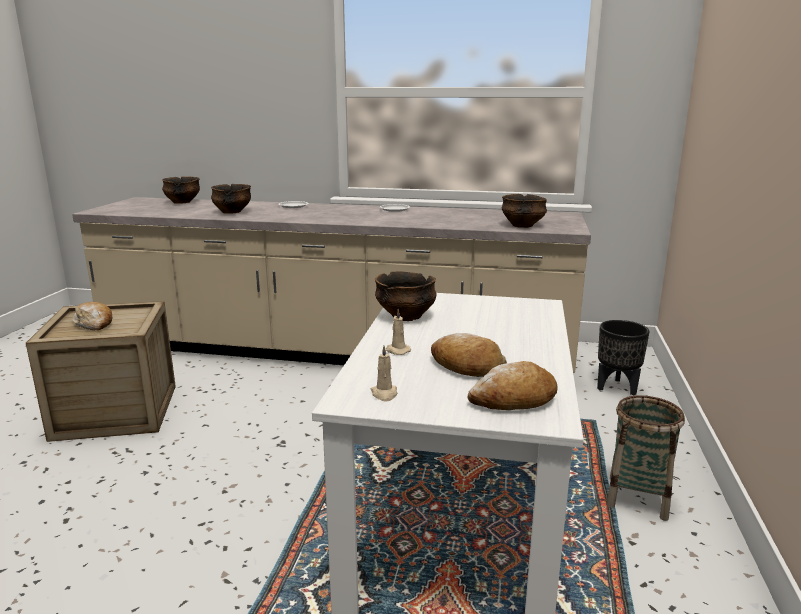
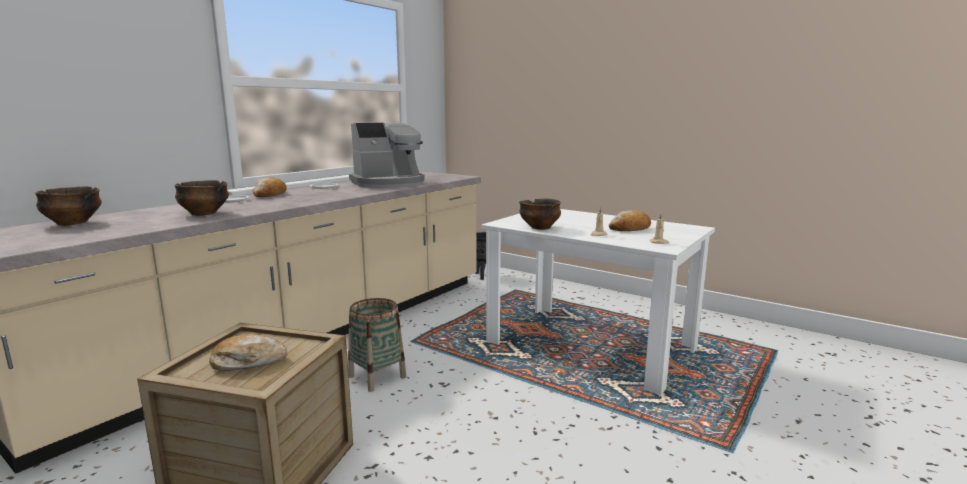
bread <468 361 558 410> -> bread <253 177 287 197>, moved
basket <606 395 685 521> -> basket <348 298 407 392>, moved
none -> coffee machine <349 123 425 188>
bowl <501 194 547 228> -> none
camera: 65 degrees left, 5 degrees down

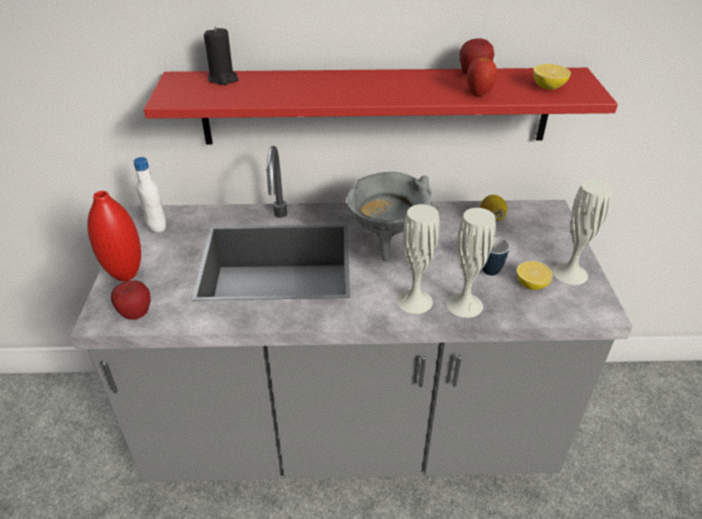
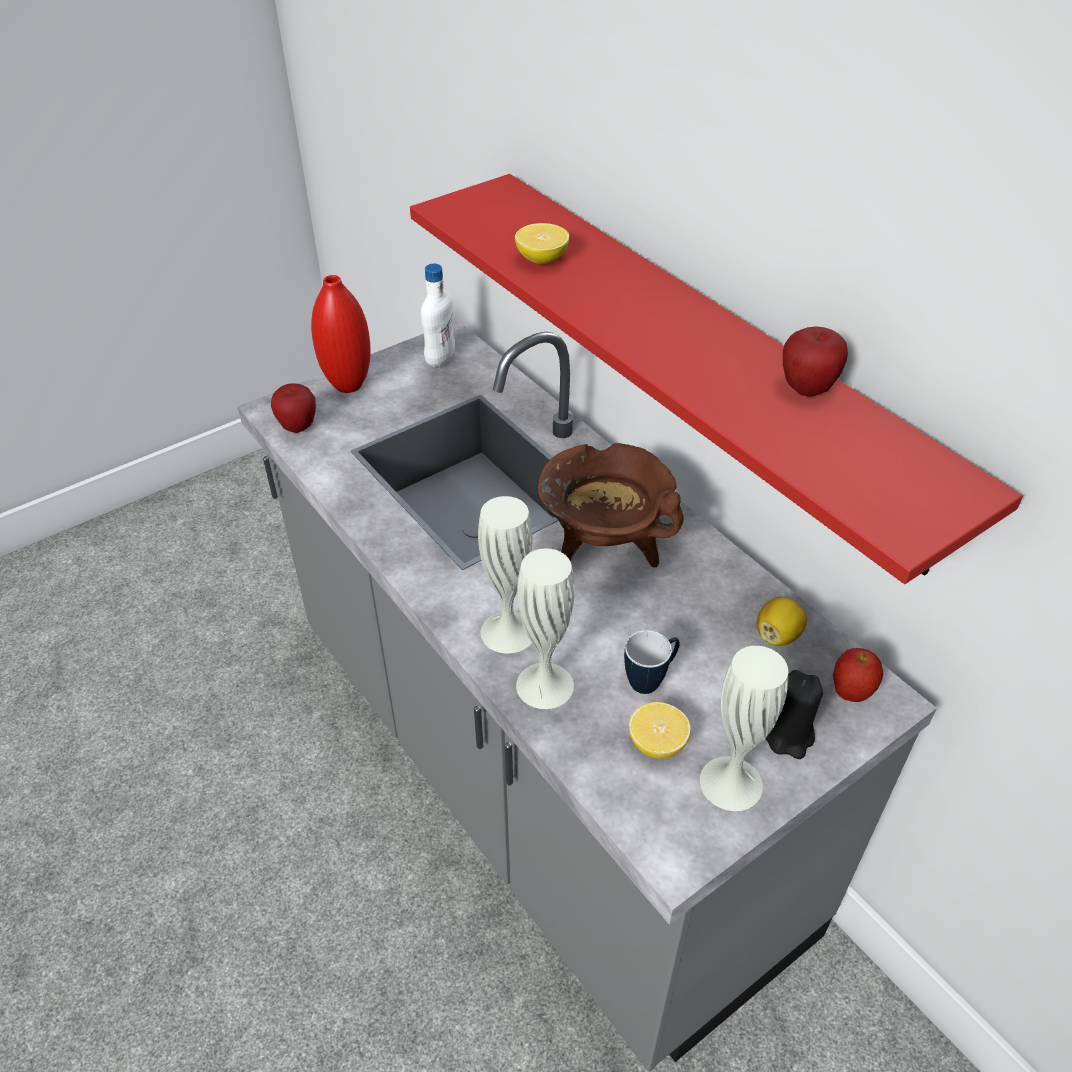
lemon <533 64 571 90> -> lemon <515 223 569 264>, moved
cooking pot in grey <347 172 432 261> -> cooking pot in brown <538 443 684 568>
candle in black <204 26 238 85> -> candle in black <766 670 823 759>, moved
apple <467 55 497 97> -> apple <833 648 883 702>, moved
camera: 55 degrees right, 5 degrees up

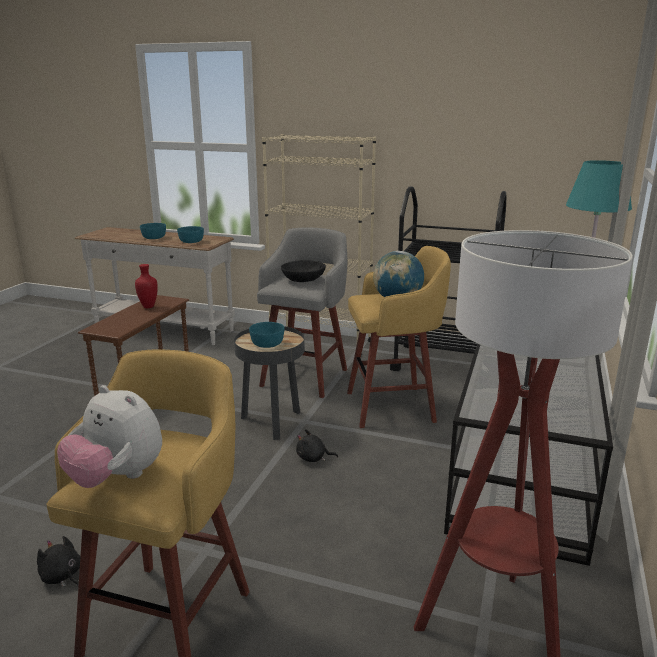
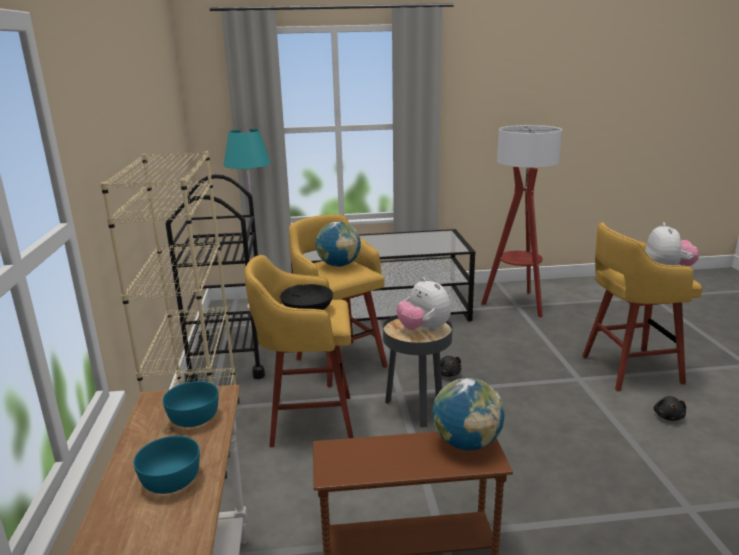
stool in grey <257 227 347 398> -> stool in yellow <245 255 354 447>
bowl in turquoise <249 322 285 348> -> plush toy <397 277 451 331>
none -> globe <433 378 504 451>
vase in red <135 264 158 308> -> none
camera: 115 degrees left, 0 degrees up

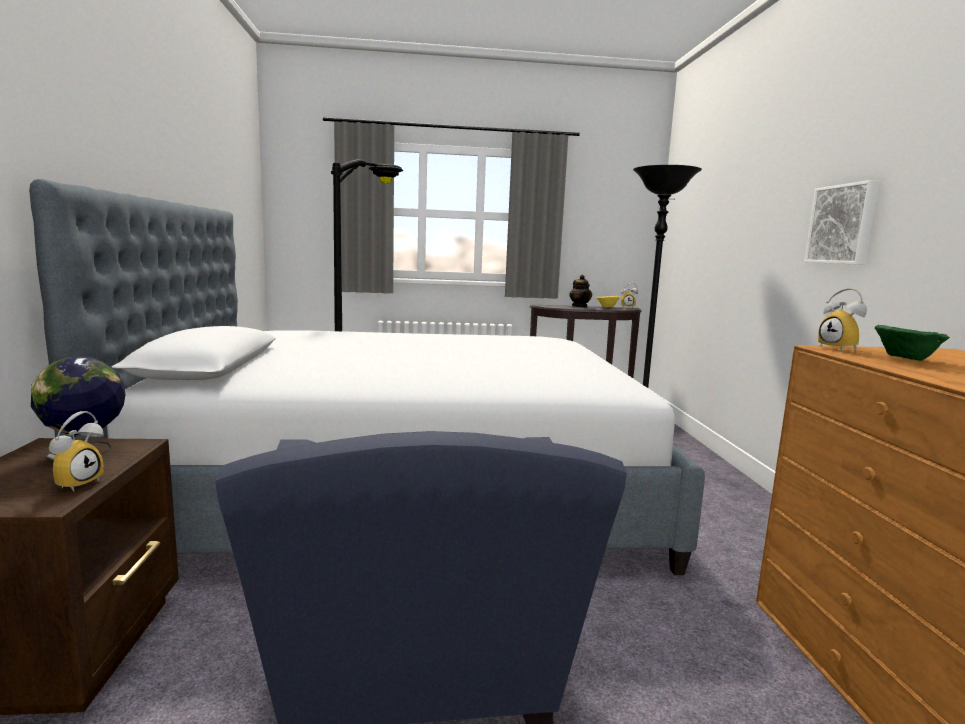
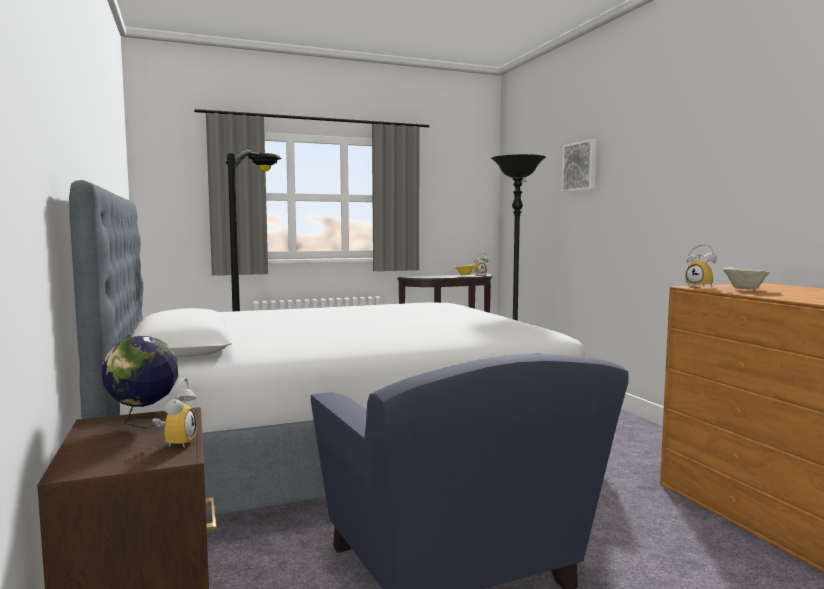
picture <804 180 879 265> -> picture <561 139 596 192>, moved
bowl in green <875 325 950 361> -> bowl in beige <723 267 770 290>
teapot <569 275 592 307> -> none
camera: 15 degrees left, 5 degrees down

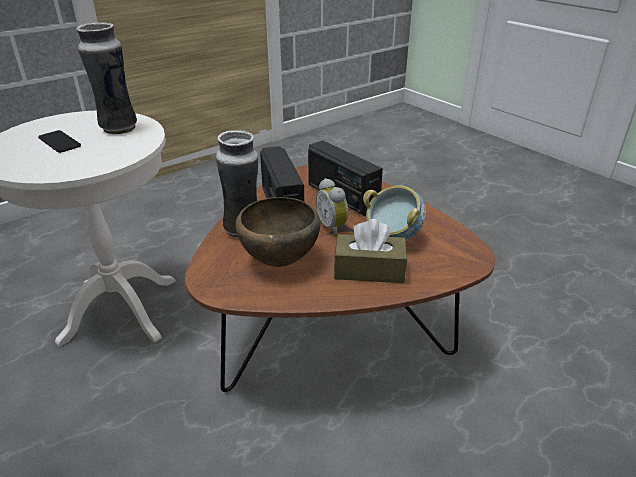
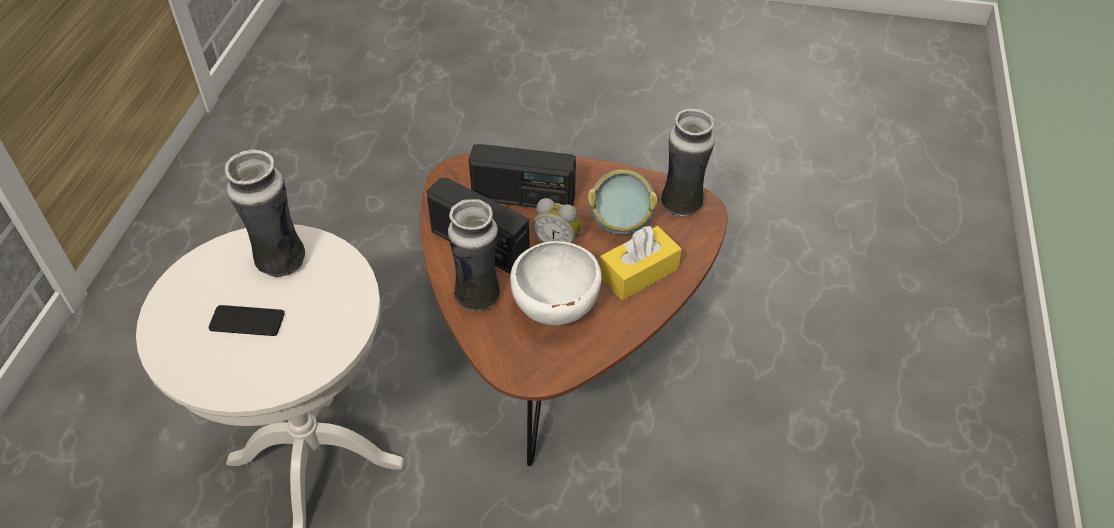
bowl in brown <236 197 320 267> -> bowl in white <510 241 602 325>
tissue box in brown <334 219 407 283> -> tissue box in yellow <600 225 682 300>
none -> vase <661 108 715 217>
camera: 40 degrees left, 15 degrees up

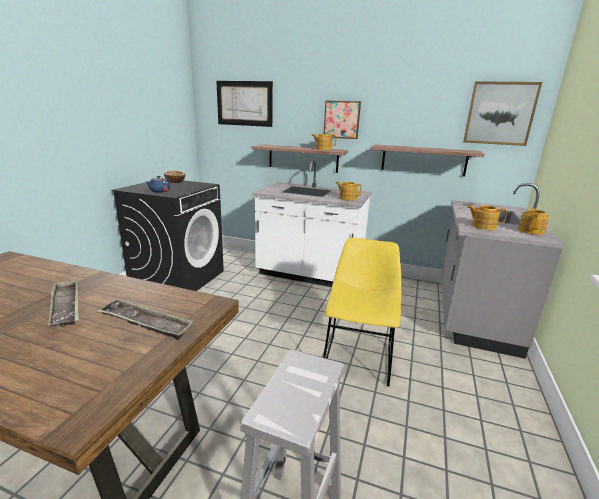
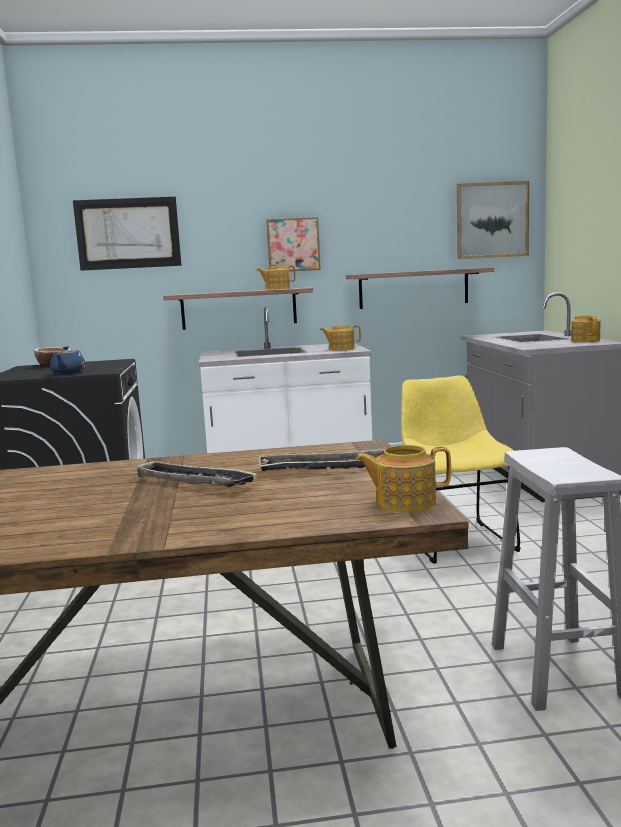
teapot <467 205 507 230> -> teapot <355 445 451 512>, moved
camera: 25 degrees left, 10 degrees down

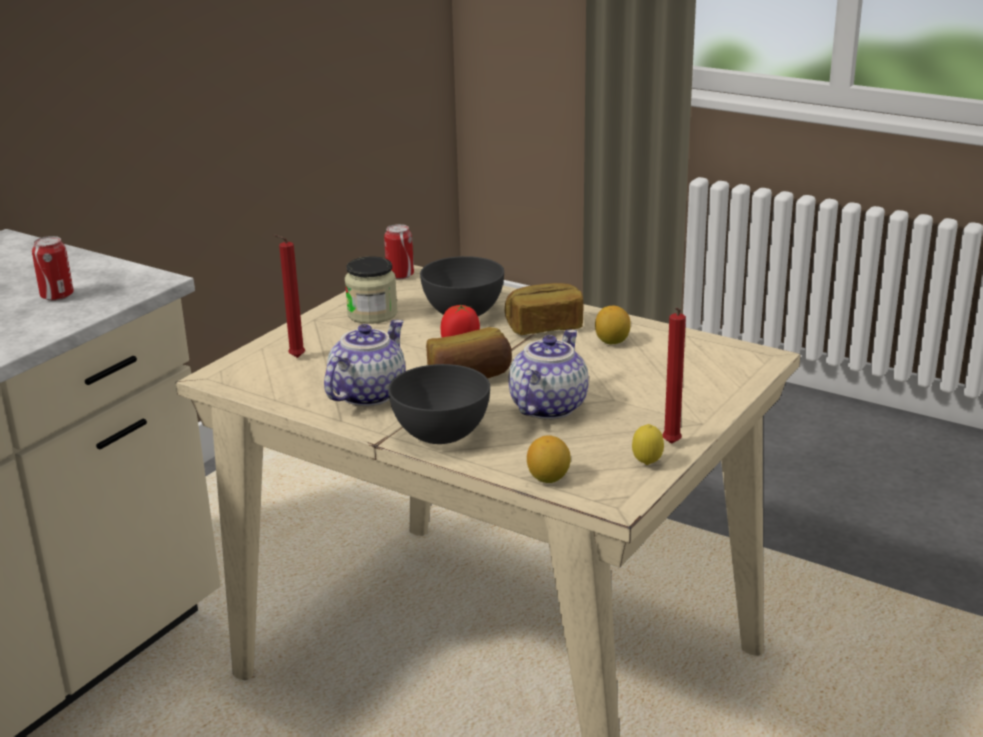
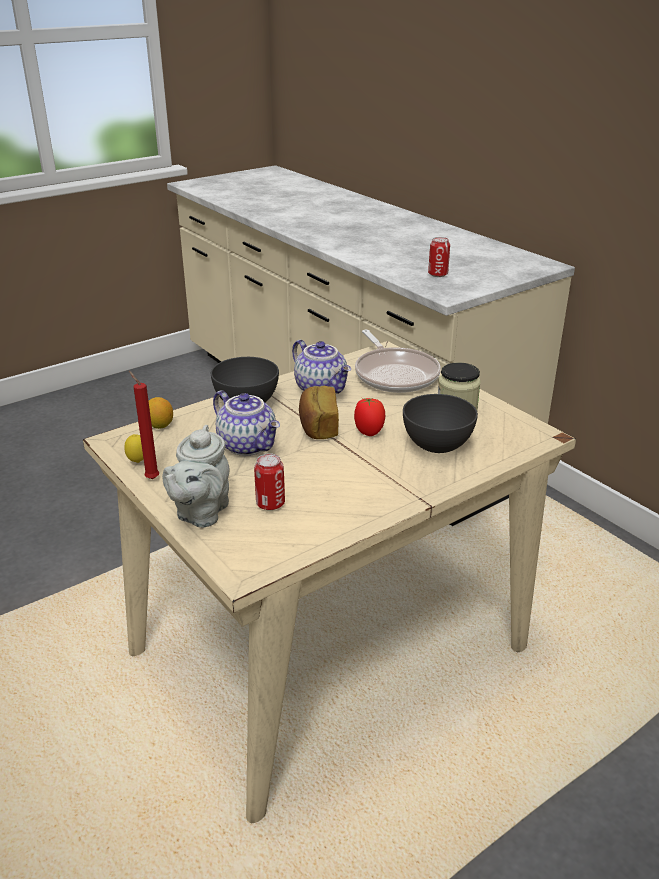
none -> teapot in grey <162 425 229 528>
can <384 224 414 279> -> can <254 453 285 510>, moved
candle in red <273 234 305 358> -> frying pan <355 330 441 393>
bread <505 283 584 335> -> none
lemon <595 306 631 345> -> none
camera: 110 degrees right, 5 degrees up

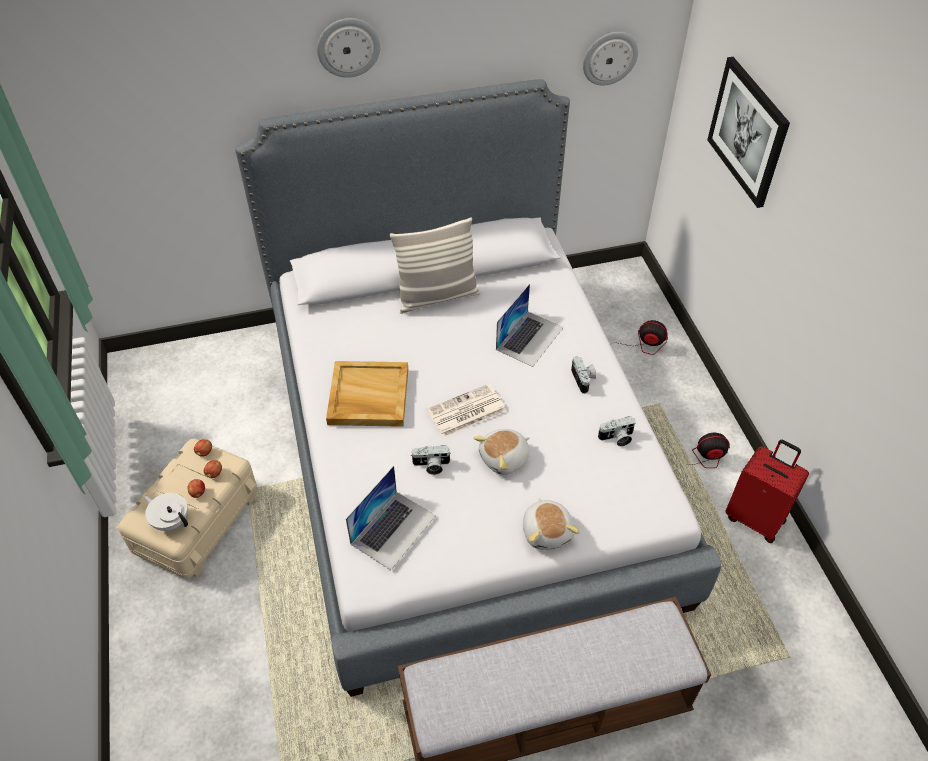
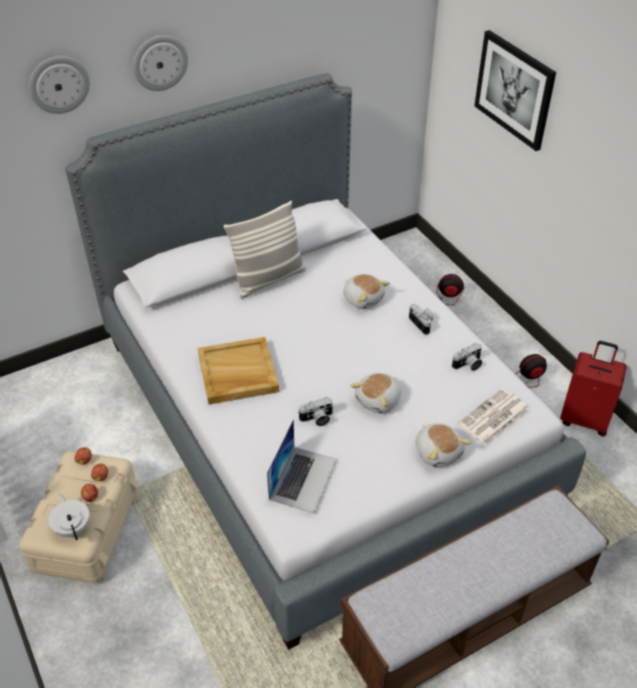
wall clock <583 32 638 85> -> wall clock <29 56 90 114>, moved
teapot in white <143 493 188 531> -> teapot in white <48 493 90 540>, 45 degrees clockwise
laptop <496 284 564 367> -> plush toy <343 274 390 309>
newspaper <427 384 506 437> -> newspaper <458 388 529 446>, moved
camera: 15 degrees left, 5 degrees down

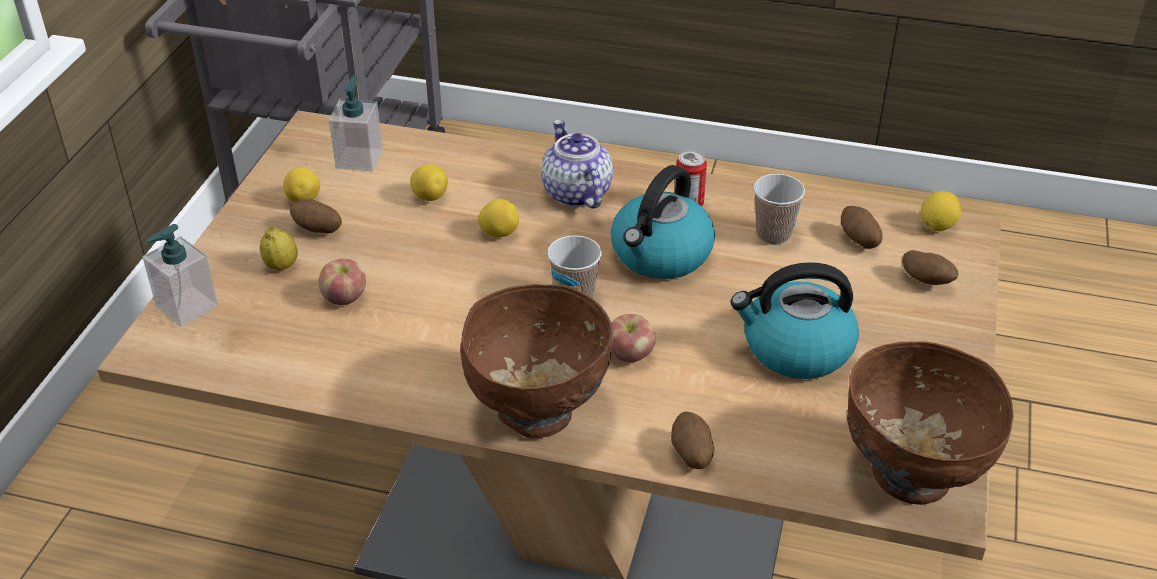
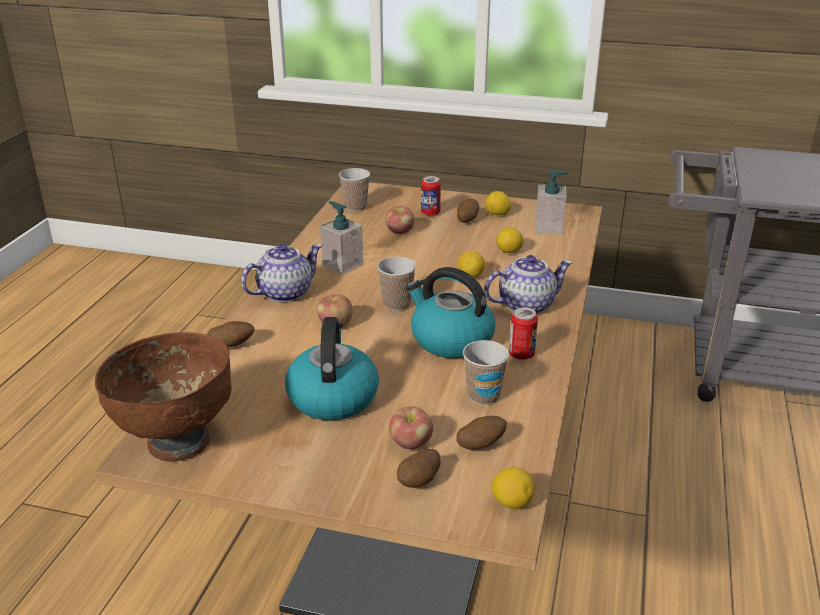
bowl in brown <460 284 613 438> -> teapot <241 244 322 302>
soap dispenser <143 224 218 327> -> soap dispenser <320 201 363 275>, moved
none -> cup <339 168 370 212>
none -> apple <389 406 433 449>
lemon <260 226 298 270> -> can <421 176 441 216>
camera: 90 degrees right, 10 degrees down

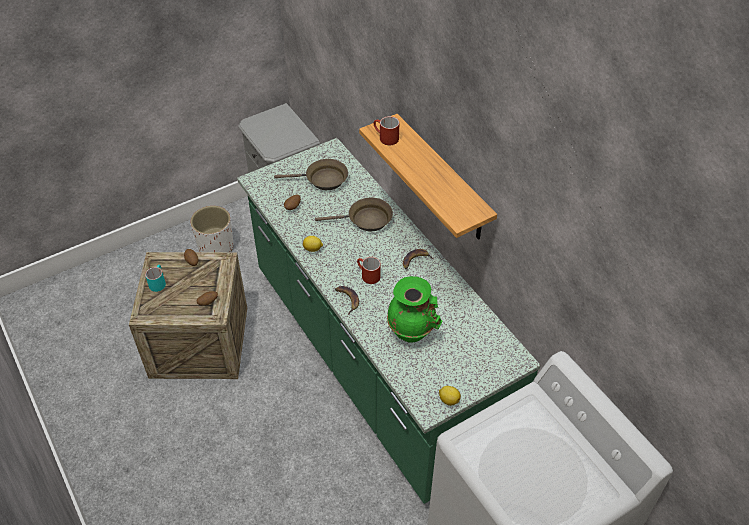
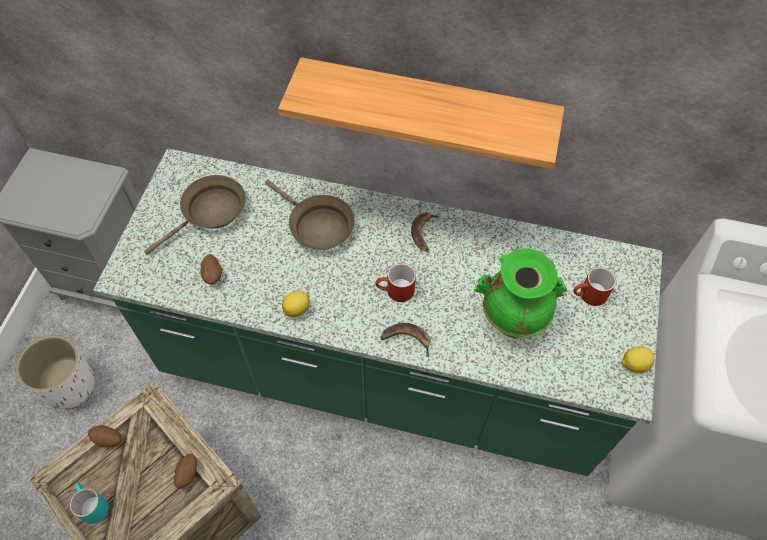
frying pan in brown <315 198 393 231> -> frying pan in brown <265 180 355 250>, 90 degrees clockwise
mug in red <373 116 399 145> -> mug in red <573 267 616 306>, moved
camera: 45 degrees left, 10 degrees up

